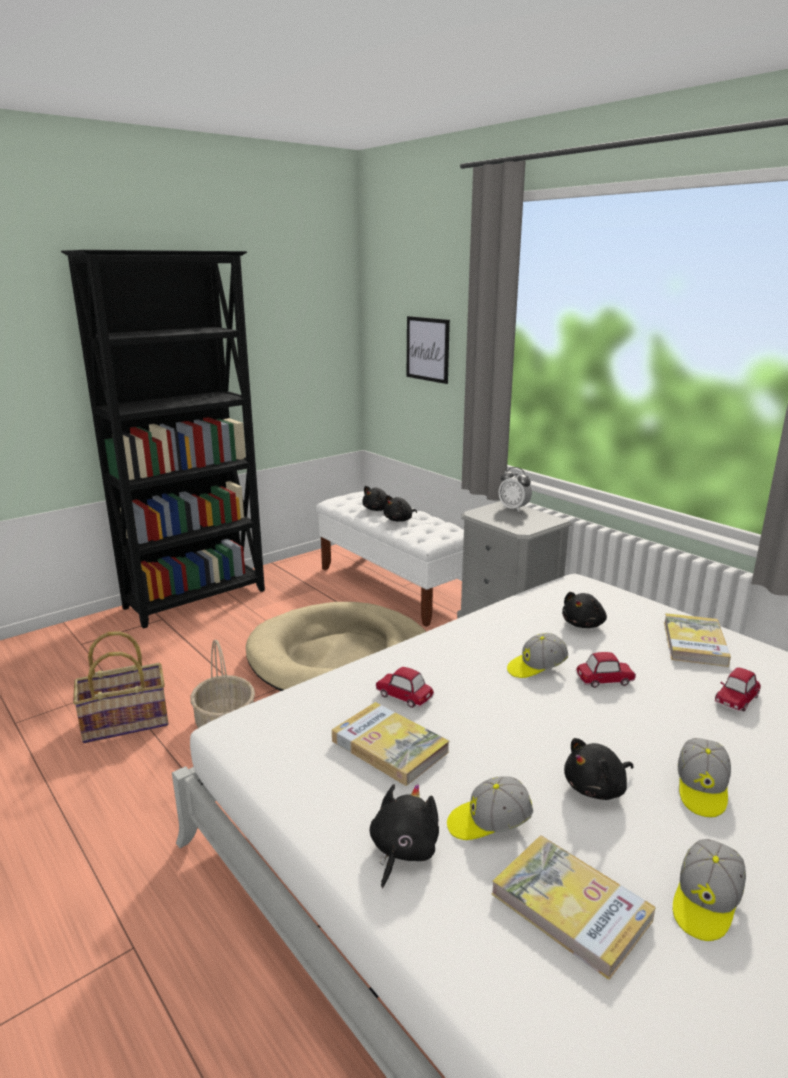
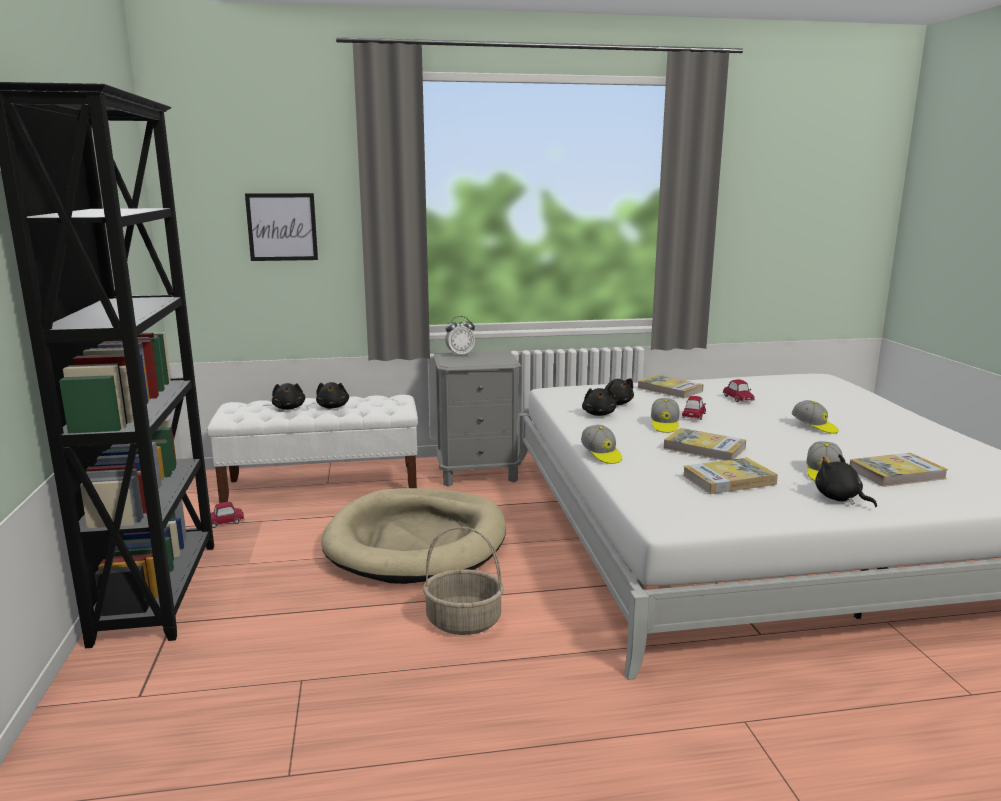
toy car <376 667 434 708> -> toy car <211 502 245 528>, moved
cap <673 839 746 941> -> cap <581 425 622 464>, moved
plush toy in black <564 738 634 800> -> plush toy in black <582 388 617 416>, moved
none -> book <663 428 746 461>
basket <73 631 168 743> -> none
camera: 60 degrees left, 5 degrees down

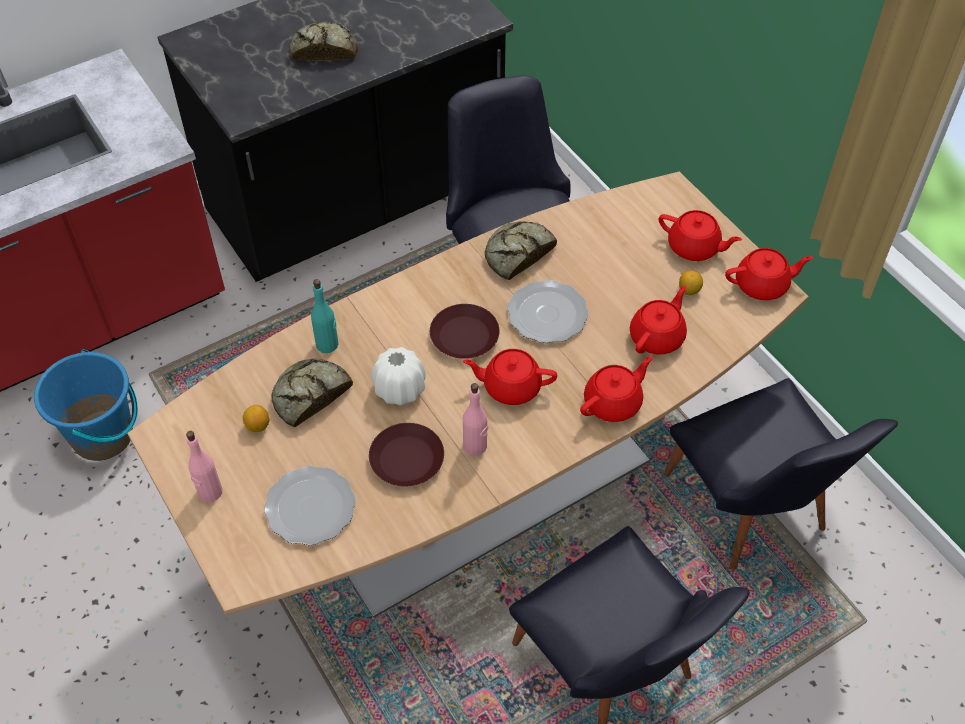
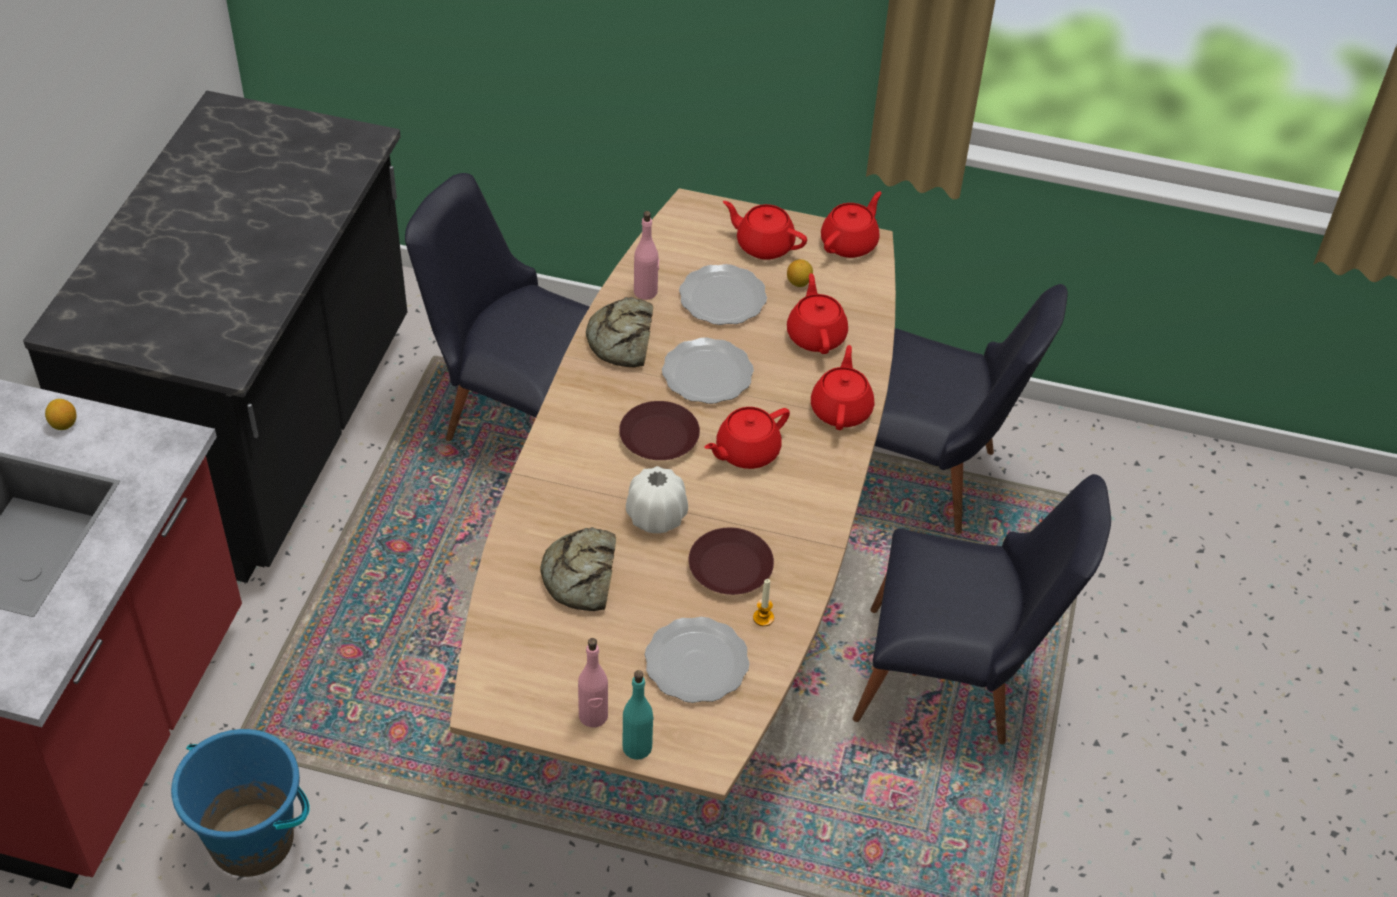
lemon <243 405 269 432> -> lemon <45 399 77 430>, moved
bottle in turquoise <311 279 338 353> -> bottle in turquoise <623 670 653 760>, moved
bottle in pink <463 383 488 456> -> bottle in pink <634 211 659 300>, moved
none -> plate <679 264 767 325>
teapot in red <659 210 742 261> -> teapot in red <723 201 807 260>, 135 degrees counterclockwise
none -> candle <753 579 774 626>
bread <290 22 358 61> -> none
camera: 45 degrees left, 5 degrees down

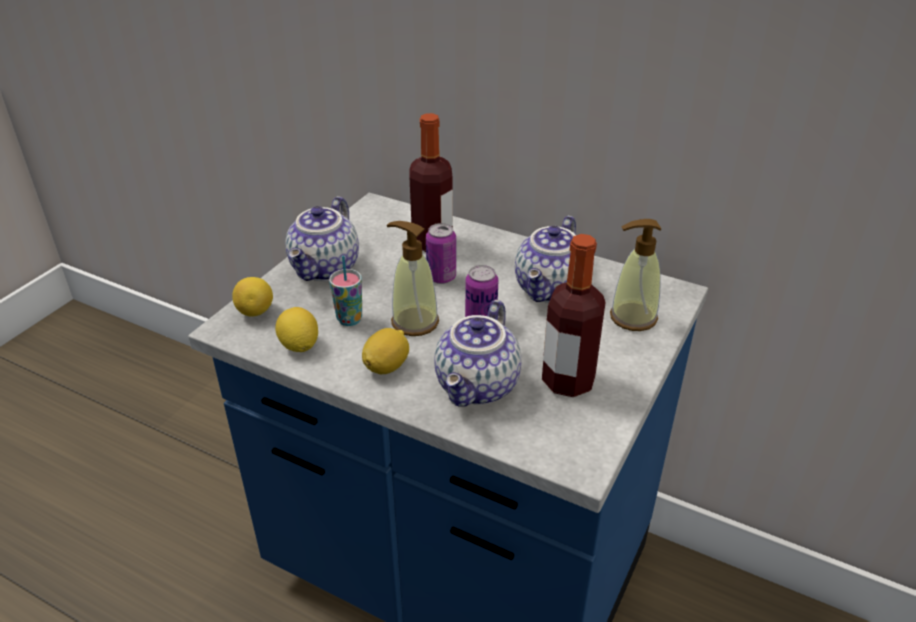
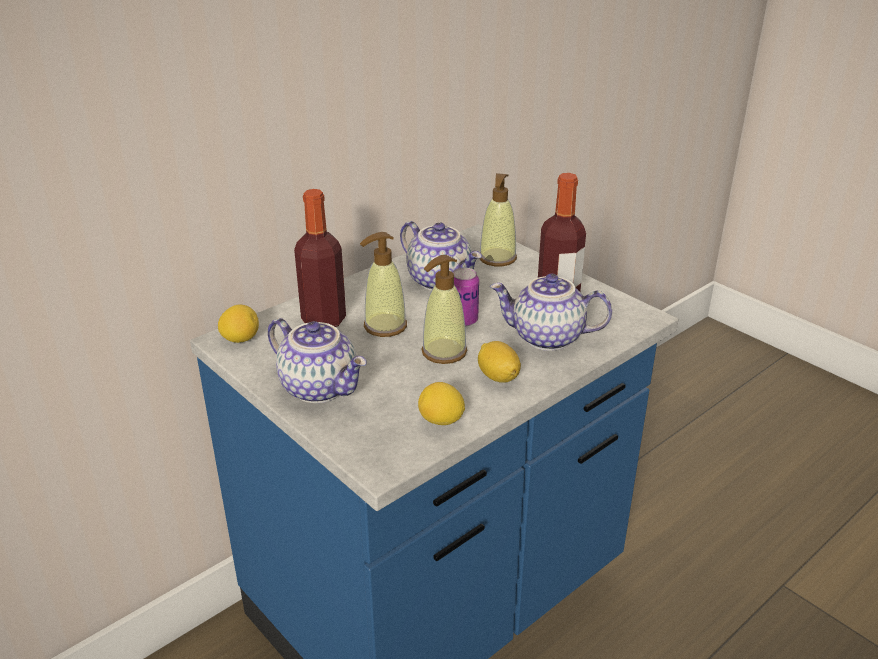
lemon <232 277 273 317> -> lemon <218 305 259 343>, moved
can <426 223 456 284> -> soap dispenser <360 232 407 337>
teapot <434 300 521 407> -> teapot <490 274 612 351>, 150 degrees clockwise
cup <329 256 362 326> -> none
camera: 70 degrees left, 5 degrees down

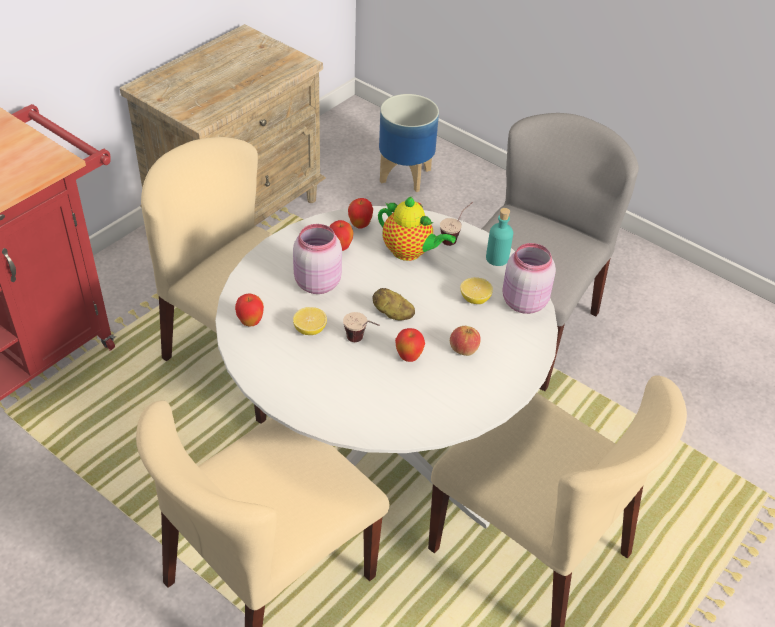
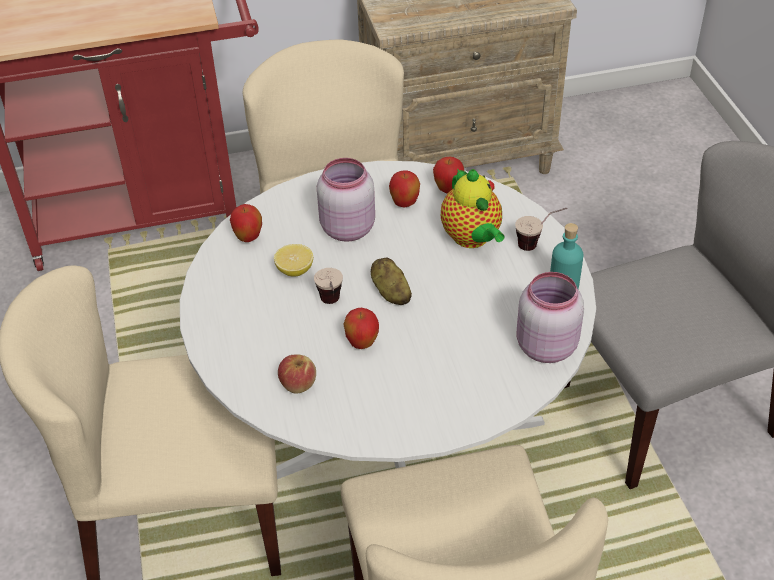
apple <450 326 481 356> -> apple <278 354 316 393>, moved
planter <379 94 439 192> -> none
lemon <460 277 493 304> -> none
camera: 40 degrees right, 0 degrees up

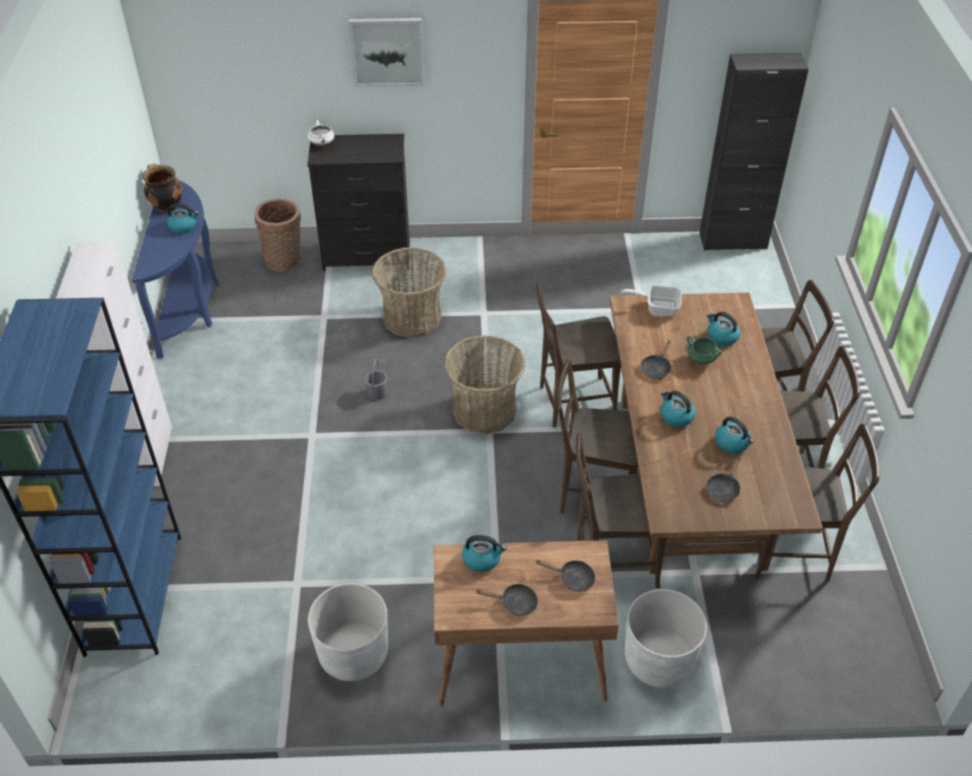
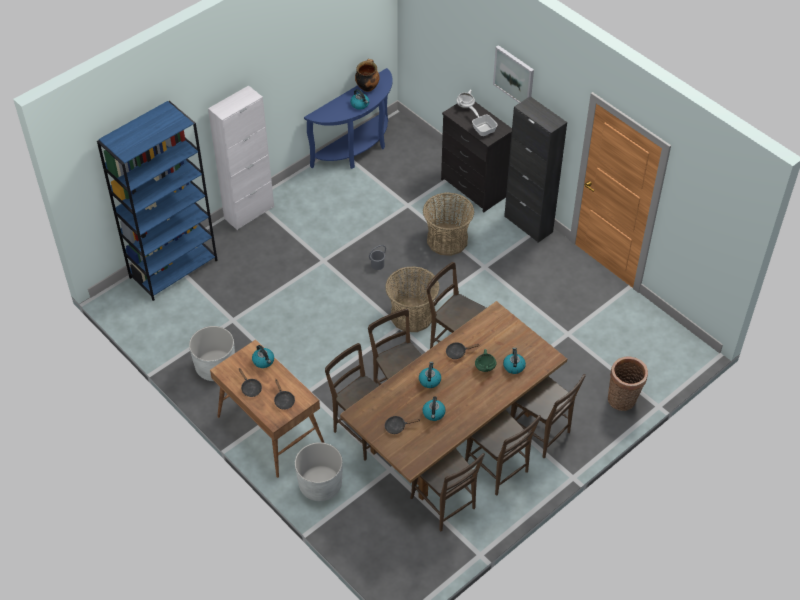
frying pan <621 285 682 316> -> frying pan <469 106 498 136>, moved
cabinet in black <700 53 809 251> -> cabinet in black <504 96 567 243>, moved
basket <255 198 301 272> -> basket <608 357 648 411>, moved
camera: 50 degrees right, 5 degrees up

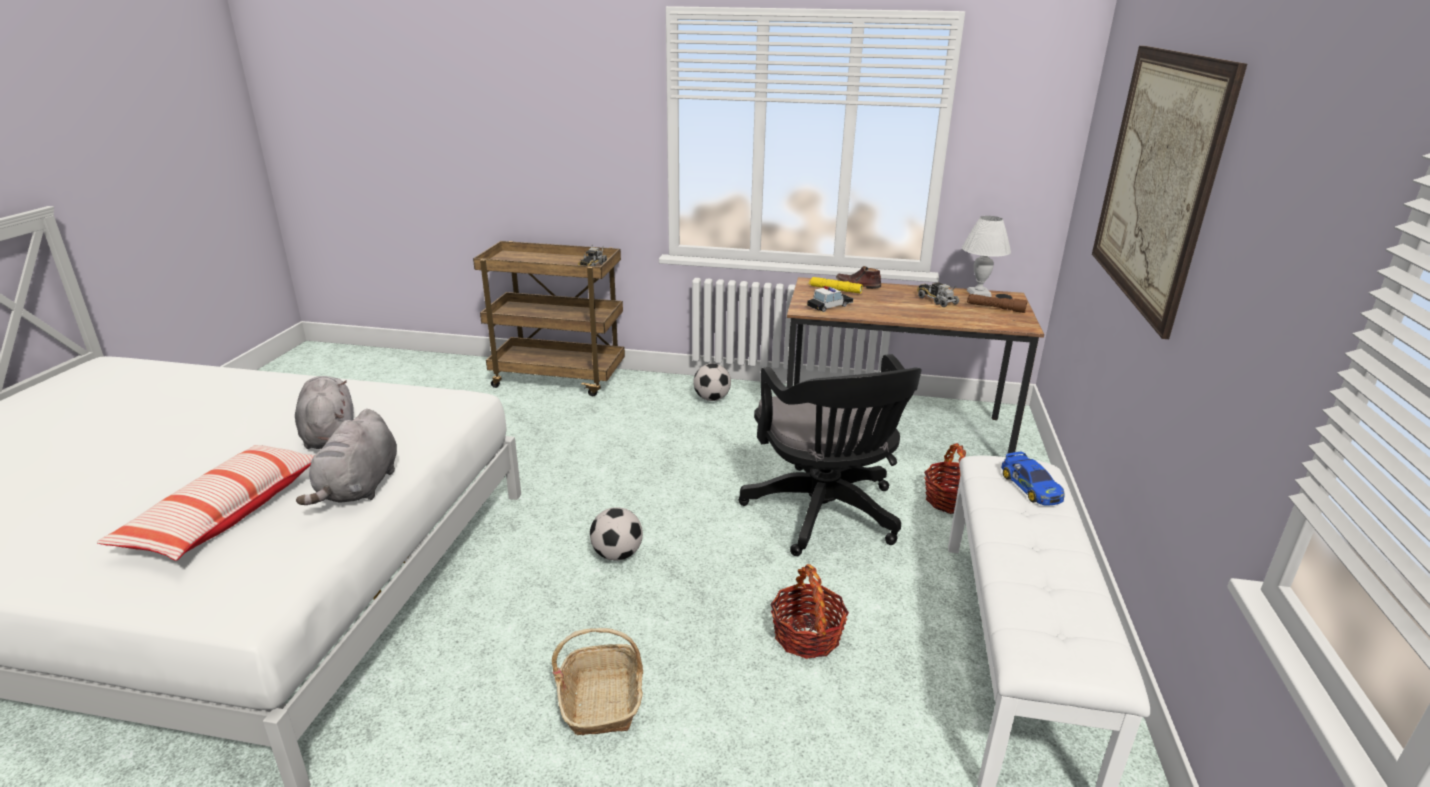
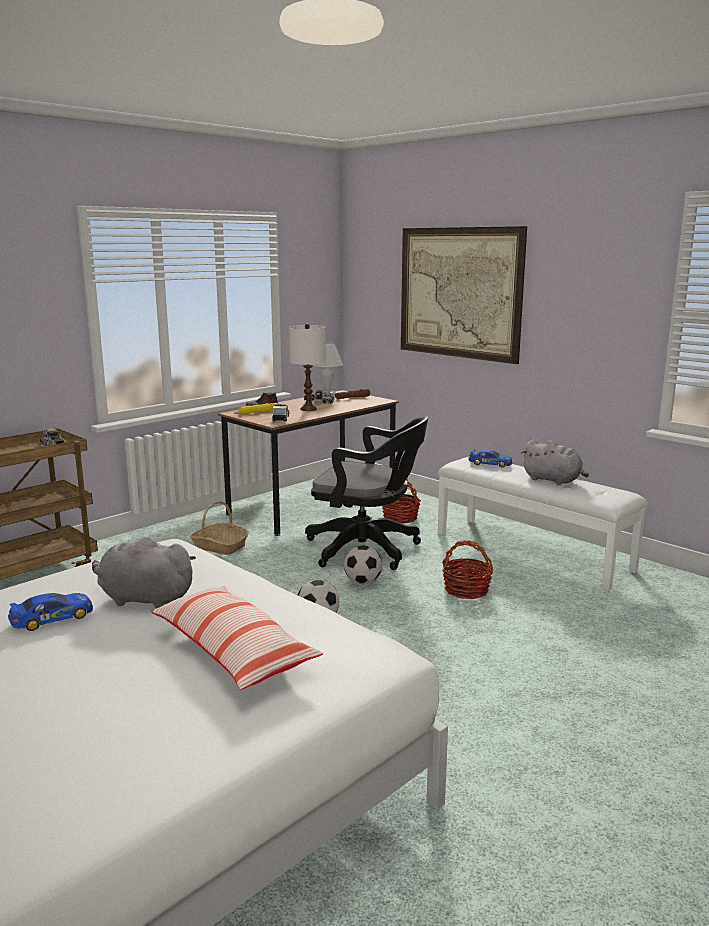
none -> toy car <8 593 93 631>
basket <552 628 643 736> -> basket <190 501 249 555>, moved
none -> table lamp in white <289 324 326 411>
football <693 363 731 401> -> football <344 545 382 584>, moved
plush toy in grey <296 409 397 505> -> plush toy in grey <521 440 589 485>, moved
camera: 55 degrees left, 10 degrees down

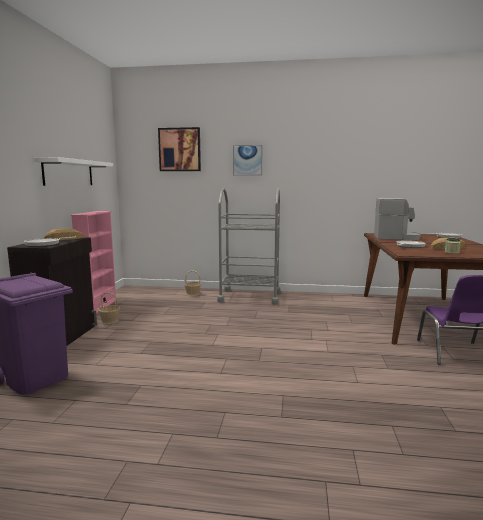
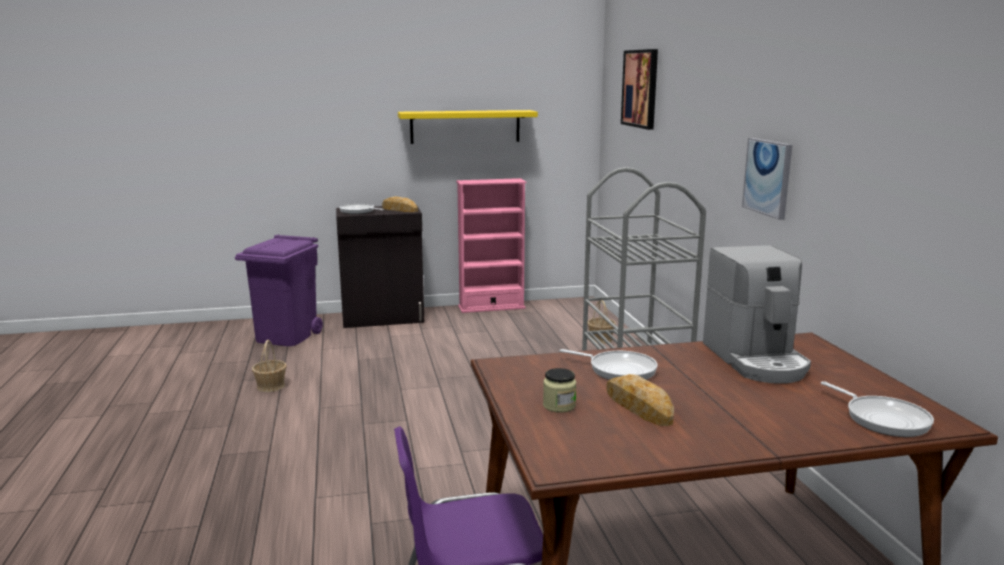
basket <98 292 120 324> -> basket <252 340 286 392>, moved
shelf in white <34 157 113 186> -> shelf in yellow <398 110 538 144>
picture <233 145 262 176> -> picture <742 138 792 220>, moved
camera: 70 degrees right, 5 degrees up

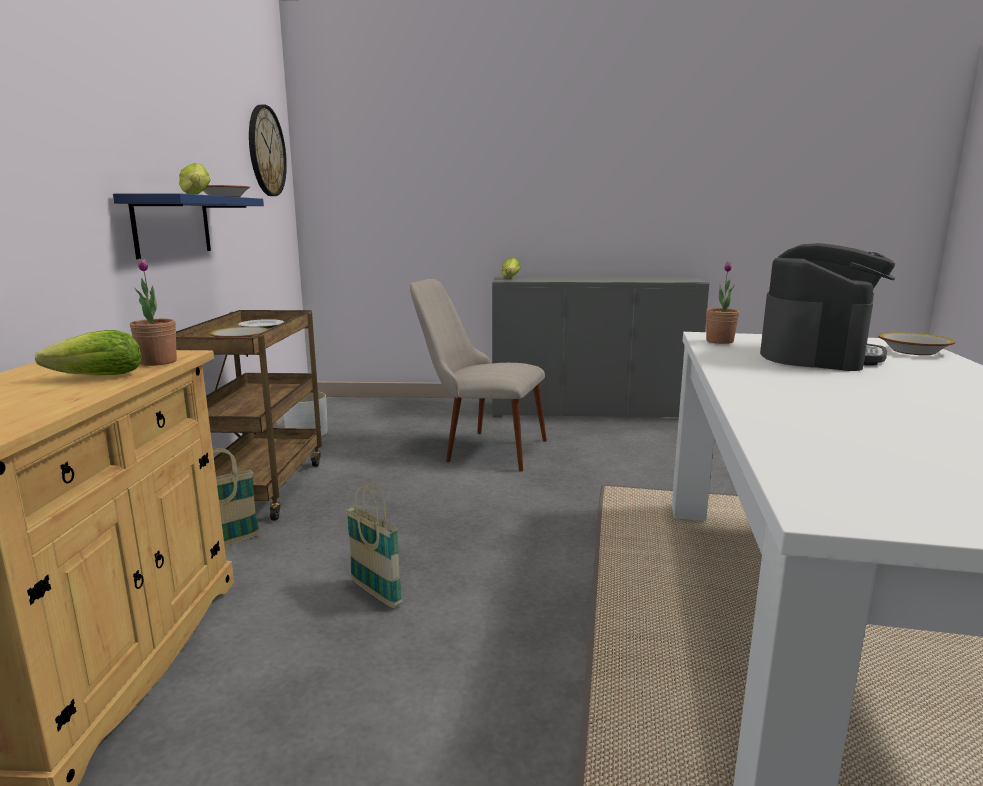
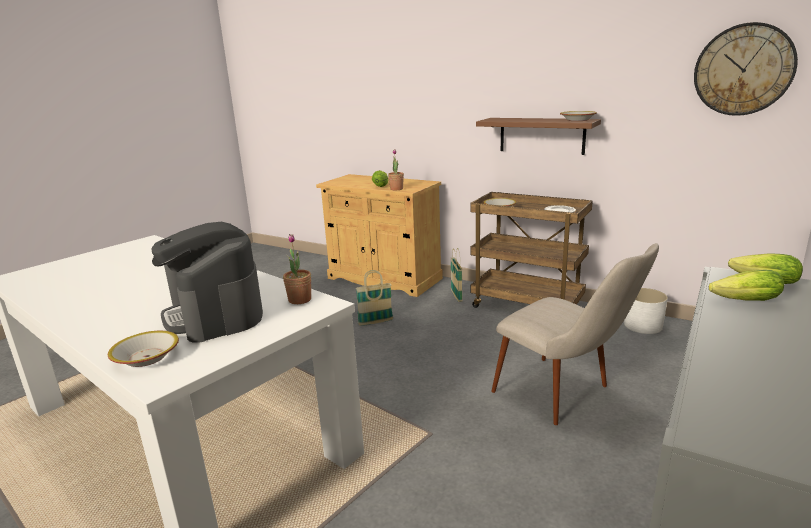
shelf in blue <113 193 264 259> -> shelf in brown <476 118 601 155>
chair in beige <410 279 547 472> -> chair in beige <491 243 659 425>, 90 degrees clockwise
lettuce <179 163 211 194> -> lettuce <709 270 784 301>, moved
camera: 120 degrees right, 5 degrees up

